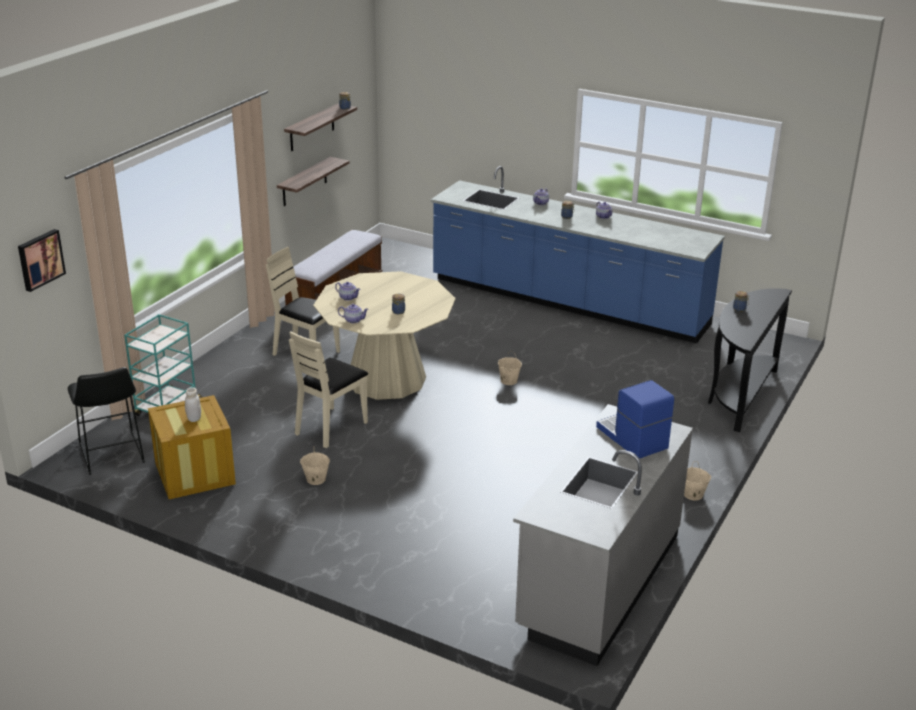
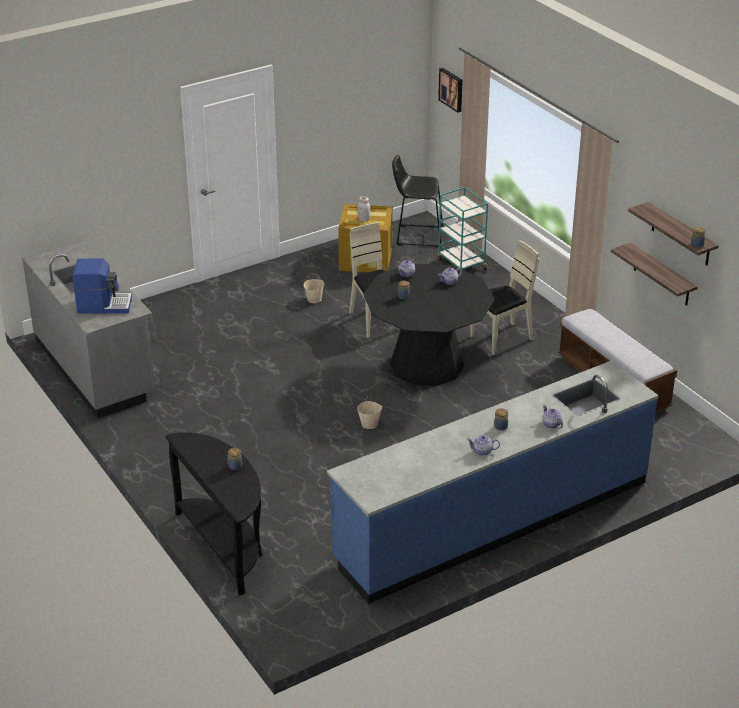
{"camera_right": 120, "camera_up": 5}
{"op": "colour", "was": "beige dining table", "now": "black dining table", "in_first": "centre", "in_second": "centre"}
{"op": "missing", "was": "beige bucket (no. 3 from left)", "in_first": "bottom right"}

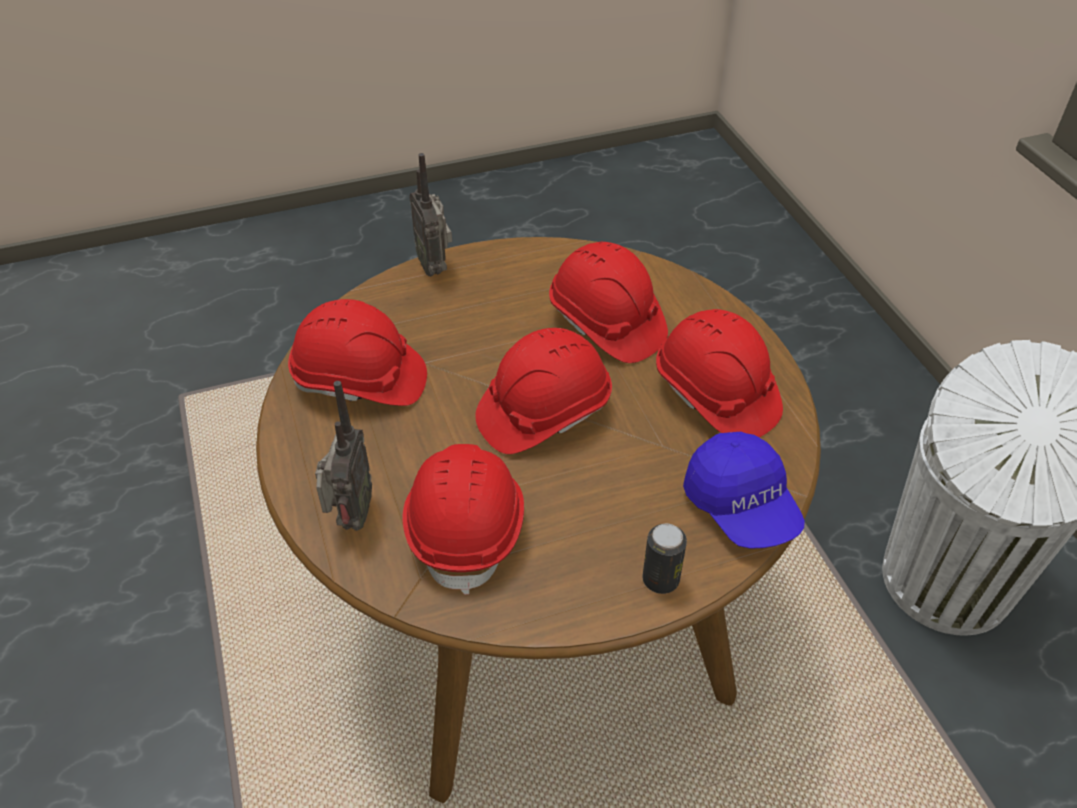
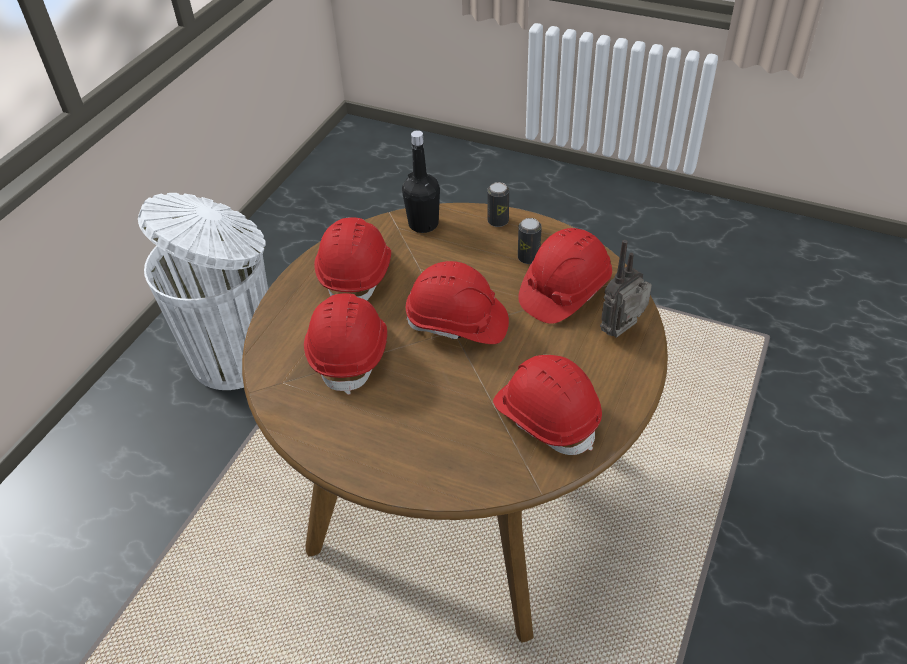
{"camera_right": -135, "camera_up": 0}
{"op": "missing", "was": "radio (no. 2 from left)", "in_first": "top centre"}
{"op": "exchanged", "was": "blue cap", "now": "black bottle", "in_first": "middle right", "in_second": "top centre"}
{"op": "appeared", "now": "can (no. 2 from left)", "in_second": "centre"}

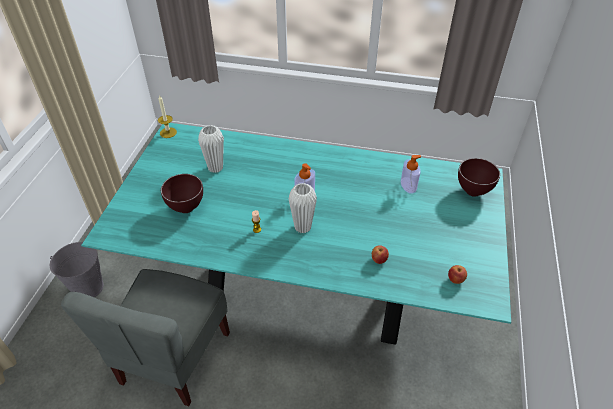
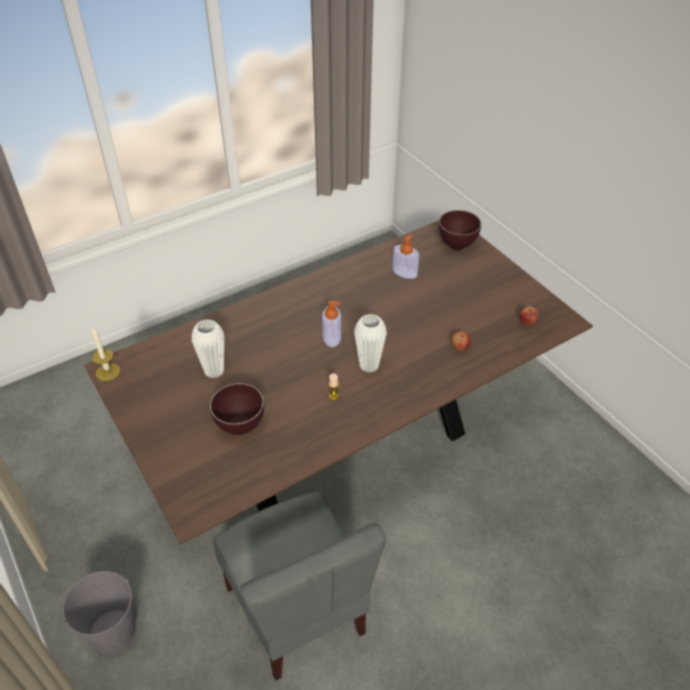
{"camera_right": -45, "camera_up": 0}
{"op": "colour", "was": "turquoise dining table", "now": "brown dining table", "in_first": "centre", "in_second": "centre"}

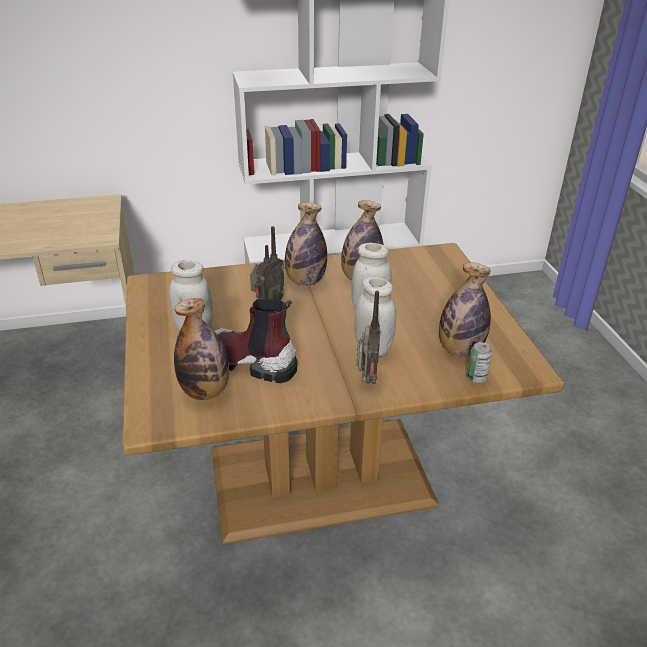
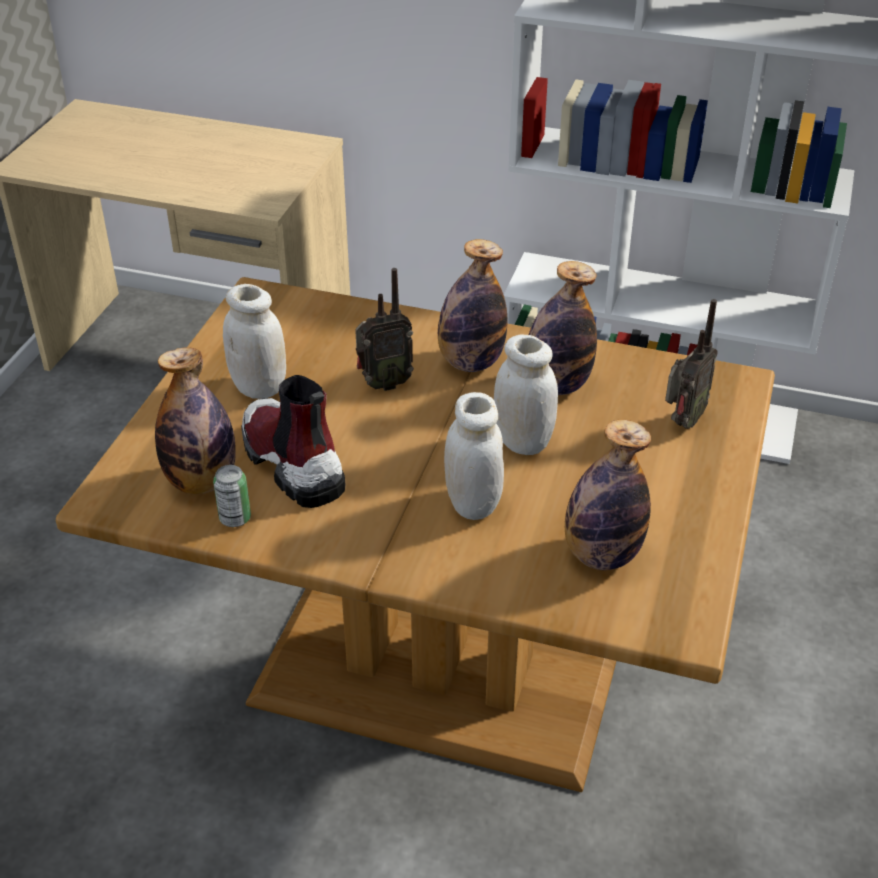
{"camera_right": 30, "camera_up": 5}
{"op": "relocated", "was": "radio (no. 2 from left)", "in_first": "centre", "in_second": "middle right"}
{"op": "relocated", "was": "can", "in_first": "middle right", "in_second": "middle left"}

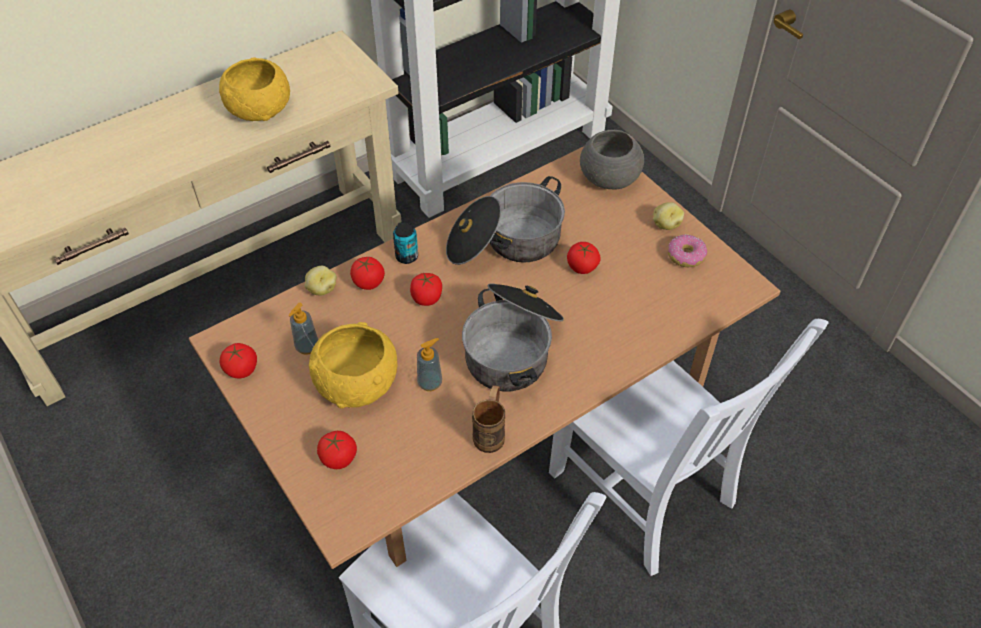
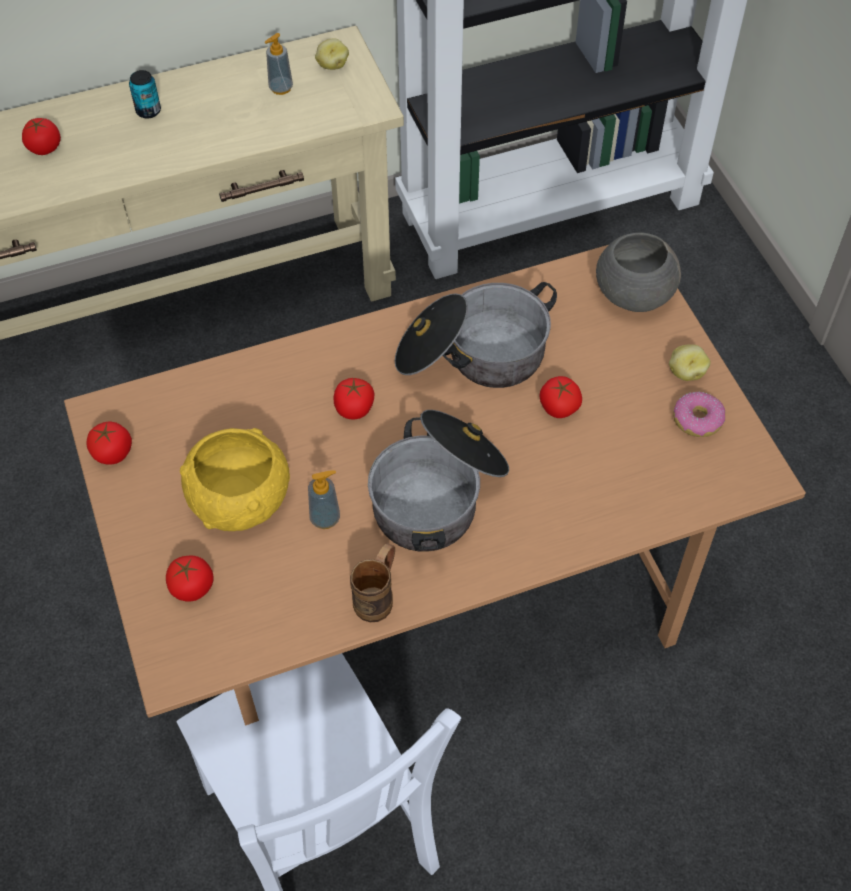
{"camera_right": 15, "camera_up": 5}
{"op": "missing", "was": "yellow bowl (no. 1 from left)", "in_first": "top left"}
{"op": "relocated", "was": "can", "in_first": "centre", "in_second": "top left"}
{"op": "relocated", "was": "tomato (no. 3 from left in the first image)", "now": "tomato (no. 1 from left)", "in_first": "centre", "in_second": "top left"}
{"op": "relocated", "was": "potato (no. 1 from left)", "in_first": "middle left", "in_second": "top centre"}
{"op": "relocated", "was": "soap dispenser (no. 1 from left)", "in_first": "middle left", "in_second": "top left"}
{"op": "missing", "was": "white chair (no. 2 from left)", "in_first": "bottom right"}

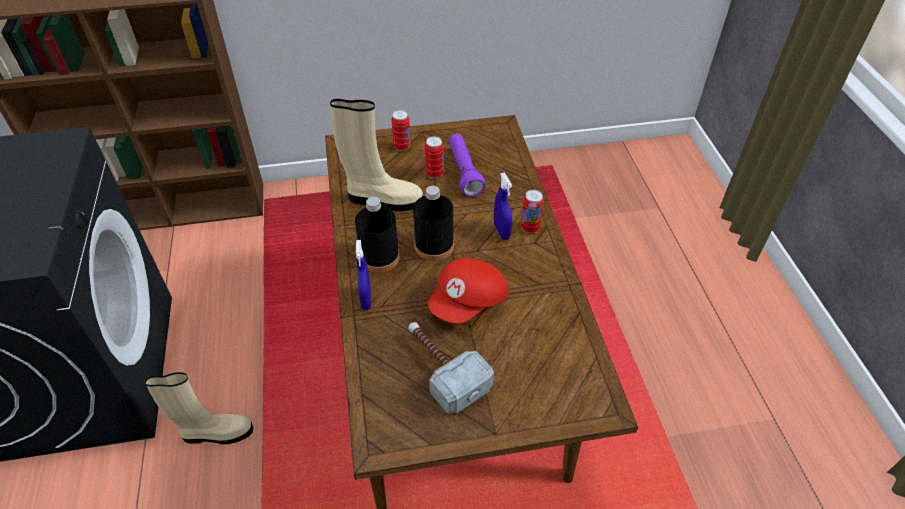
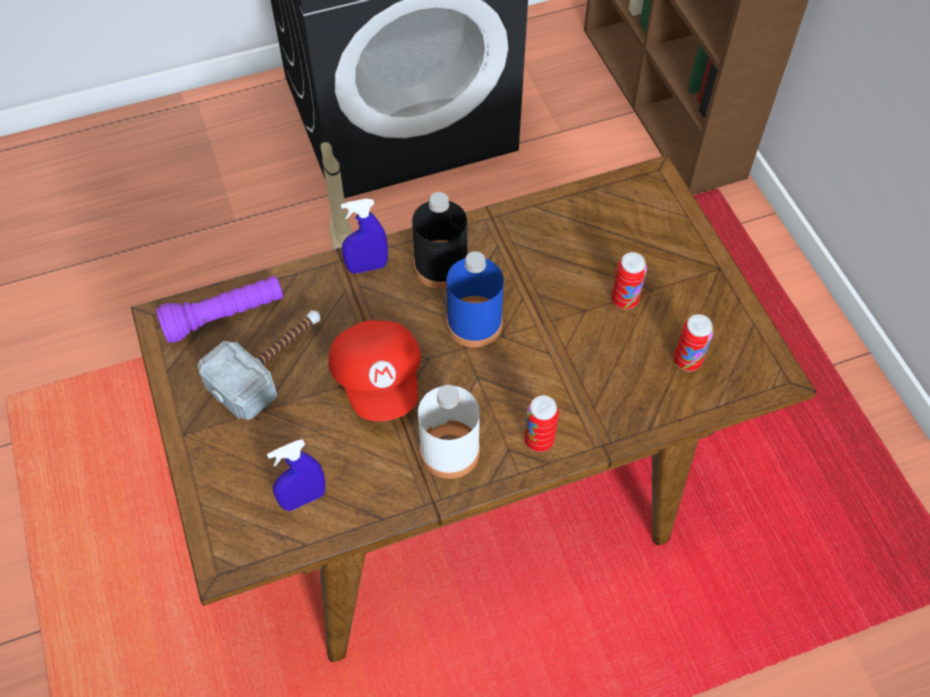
{"camera_right": 80, "camera_up": 10}
{"op": "missing", "was": "beige boot (no. 2 from left)", "in_first": "top centre"}
{"op": "relocated", "was": "can (no. 1 from left in the first image)", "now": "can (no. 3 from left)", "in_first": "top centre", "in_second": "middle right"}
{"op": "relocated", "was": "purple flashlight", "in_first": "top centre", "in_second": "middle left"}
{"op": "relocated", "was": "blue spray bottle (no. 2 from left in the first image)", "now": "blue spray bottle (no. 1 from left)", "in_first": "centre", "in_second": "bottom left"}
{"op": "colour", "was": "black bottle (no. 2 from left)", "now": "blue bottle", "in_first": "centre", "in_second": "centre"}
{"op": "spun", "was": "red cap", "in_first": "centre", "in_second": "centre", "clockwise": -135}
{"op": "appeared", "now": "white bottle", "in_second": "centre"}

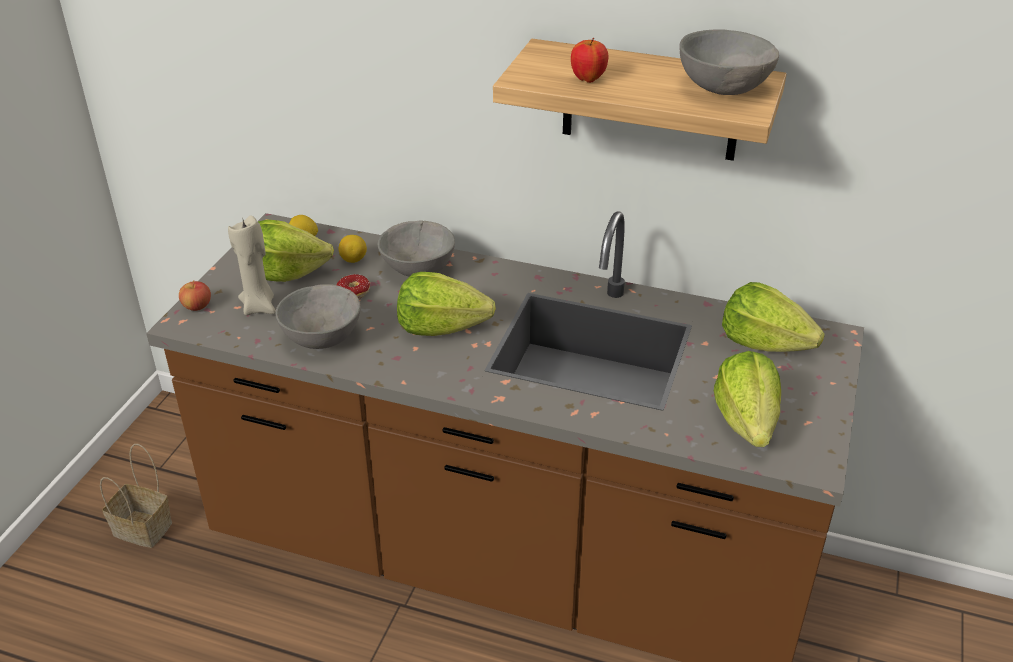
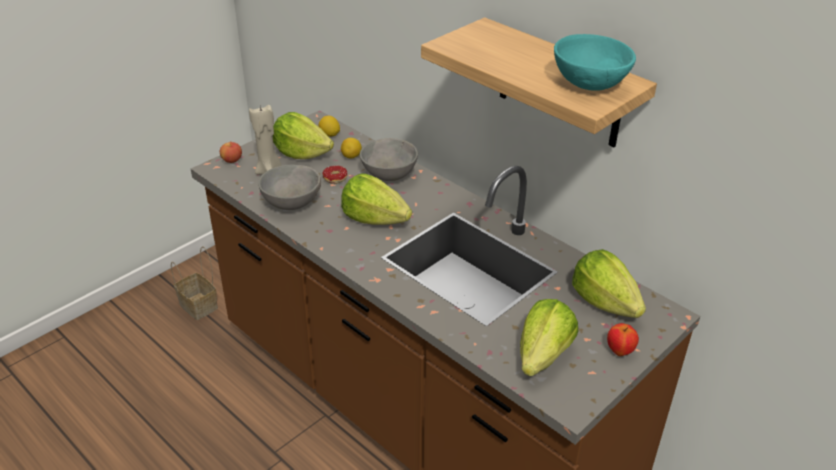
{"camera_right": 25, "camera_up": 0}
{"op": "colour", "was": "grey bowl (no. 3 from left)", "now": "turquoise bowl", "in_first": "top right", "in_second": "top right"}
{"op": "relocated", "was": "apple (no. 2 from left)", "in_first": "top centre", "in_second": "bottom right"}

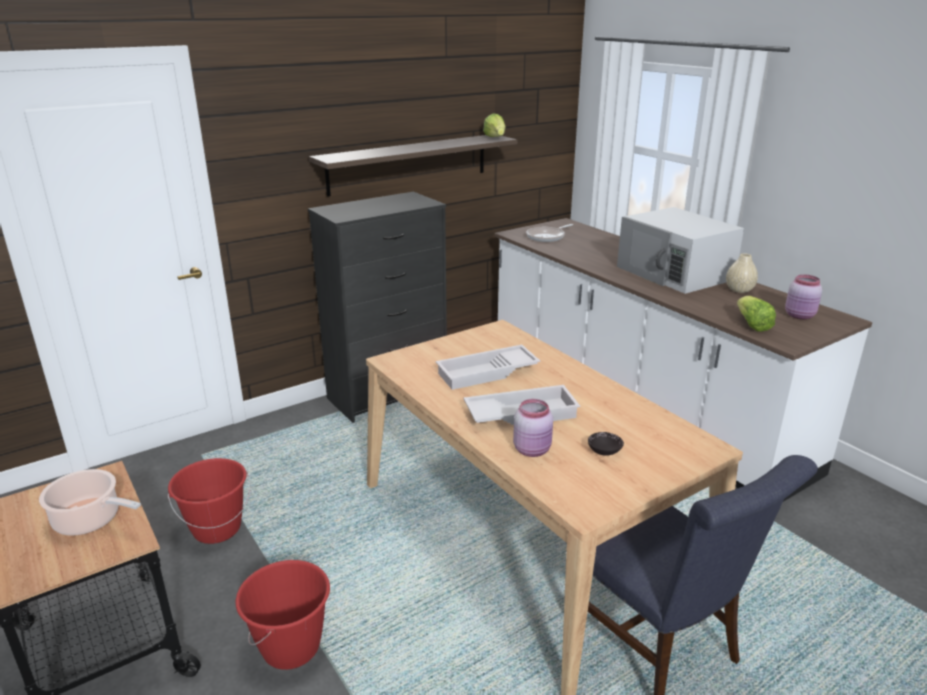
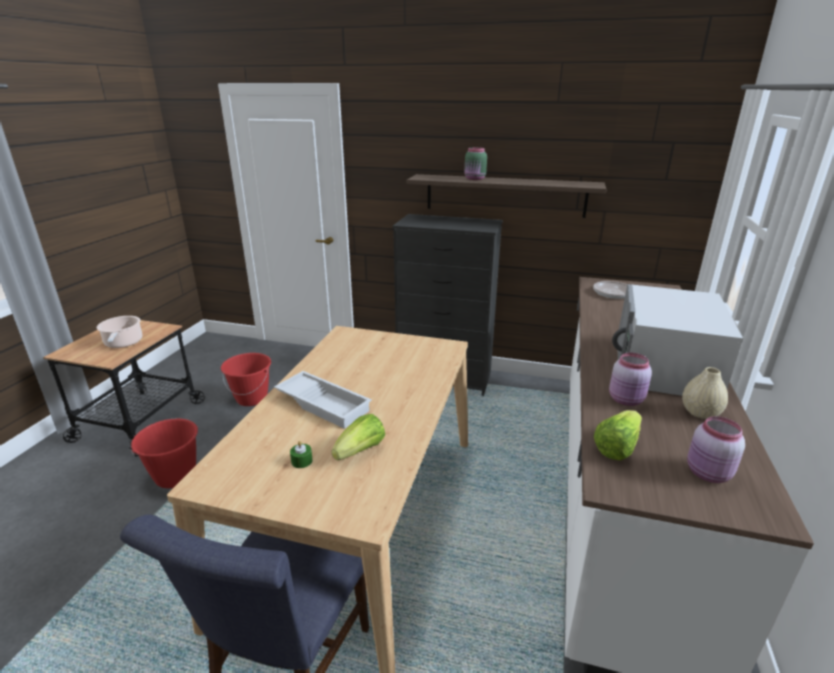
{"camera_right": 50, "camera_up": 0}
{"op": "relocated", "was": "lettuce (no. 1 from left)", "in_first": "top centre", "in_second": "centre"}
{"op": "missing", "was": "white tray (no. 1 from left)", "in_first": "centre"}
{"op": "relocated", "was": "pink jar (no. 1 from left)", "in_first": "centre", "in_second": "middle right"}
{"op": "exchanged", "was": "black bowl", "now": "green candle", "in_first": "centre", "in_second": "bottom centre"}
{"op": "appeared", "now": "green jar", "in_second": "top centre"}

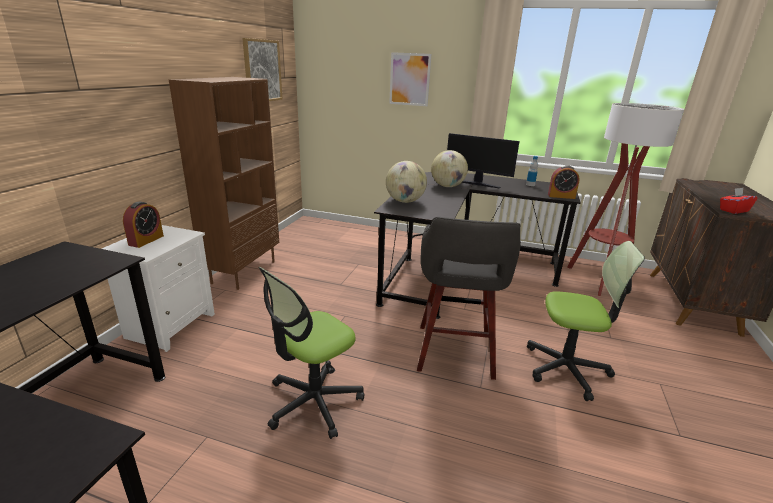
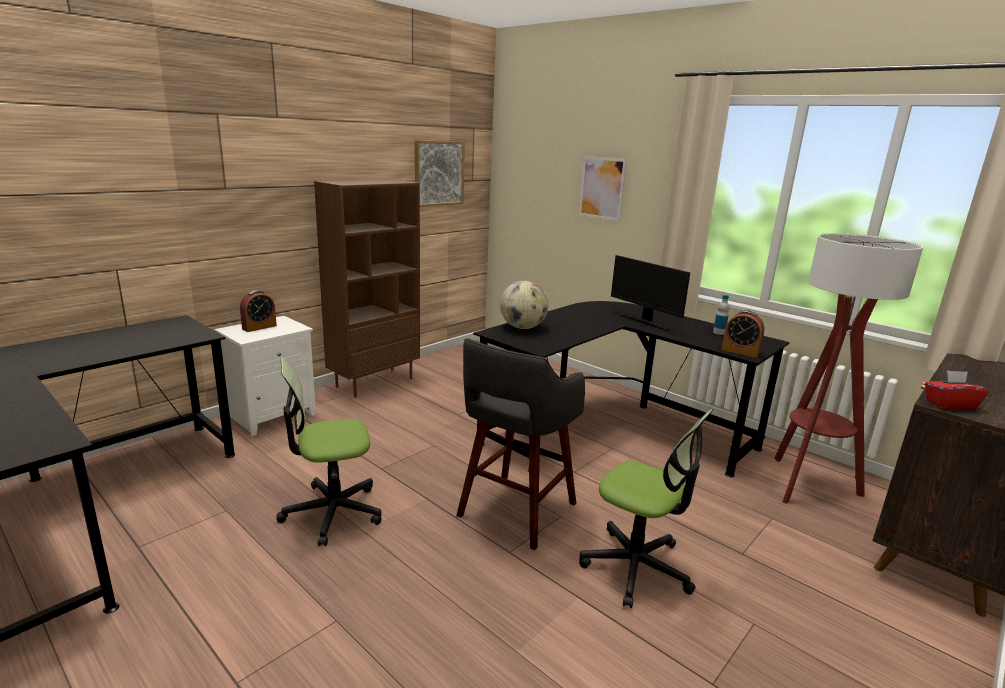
{"camera_right": 25, "camera_up": -5}
{"op": "missing", "was": "globe (no. 2 from left)", "in_first": "centre"}

